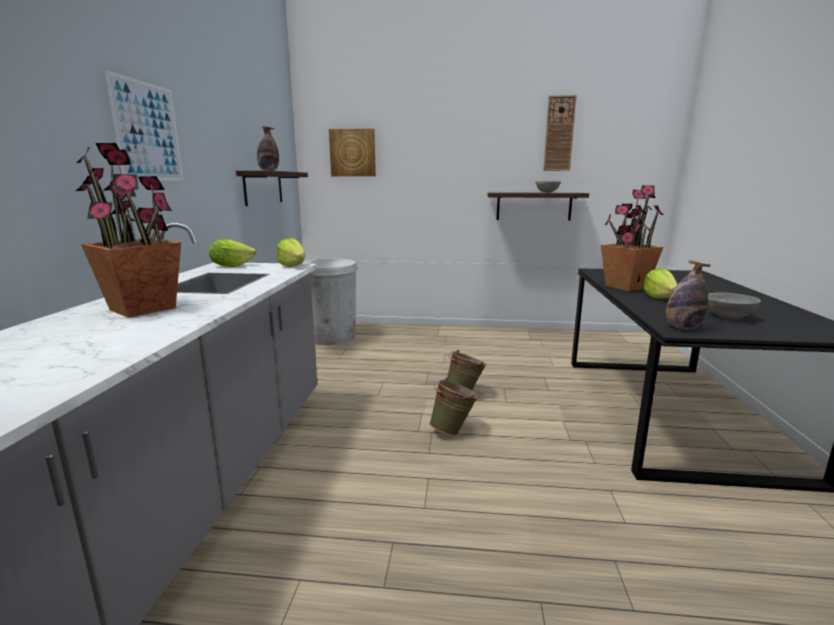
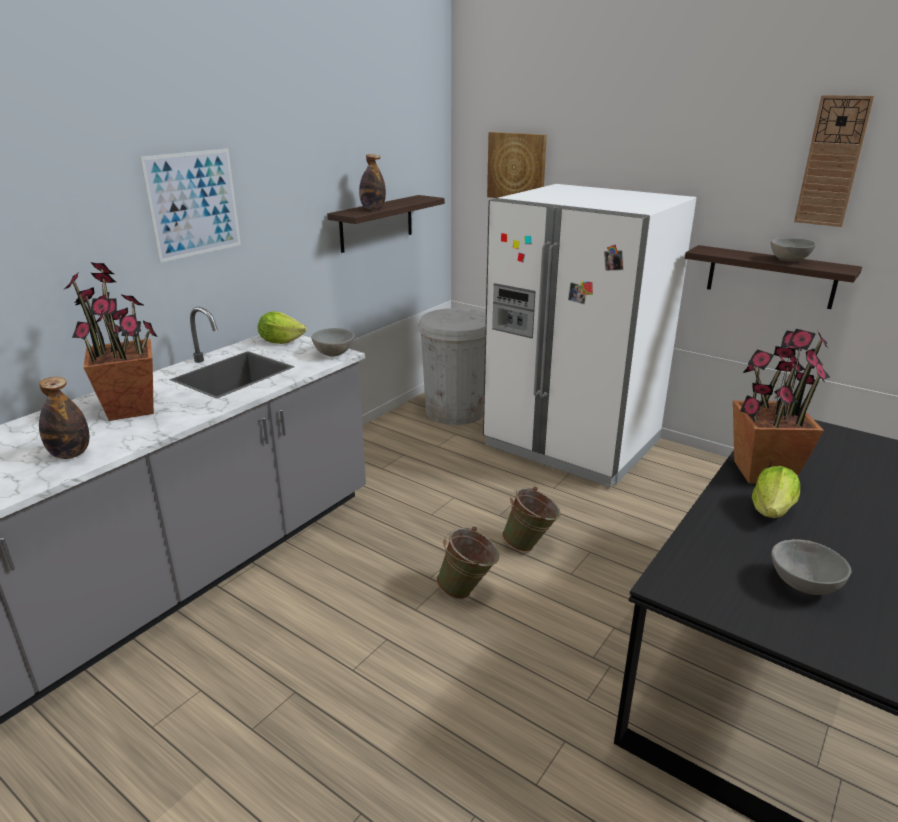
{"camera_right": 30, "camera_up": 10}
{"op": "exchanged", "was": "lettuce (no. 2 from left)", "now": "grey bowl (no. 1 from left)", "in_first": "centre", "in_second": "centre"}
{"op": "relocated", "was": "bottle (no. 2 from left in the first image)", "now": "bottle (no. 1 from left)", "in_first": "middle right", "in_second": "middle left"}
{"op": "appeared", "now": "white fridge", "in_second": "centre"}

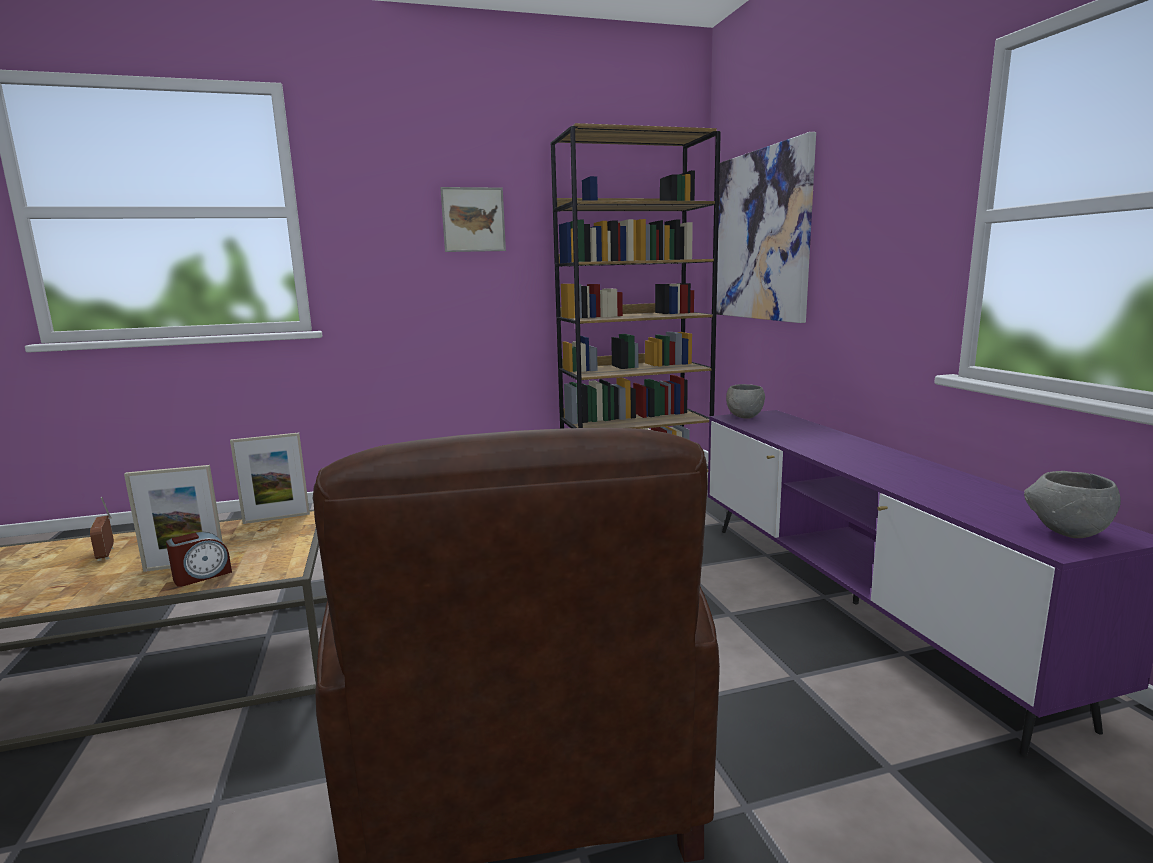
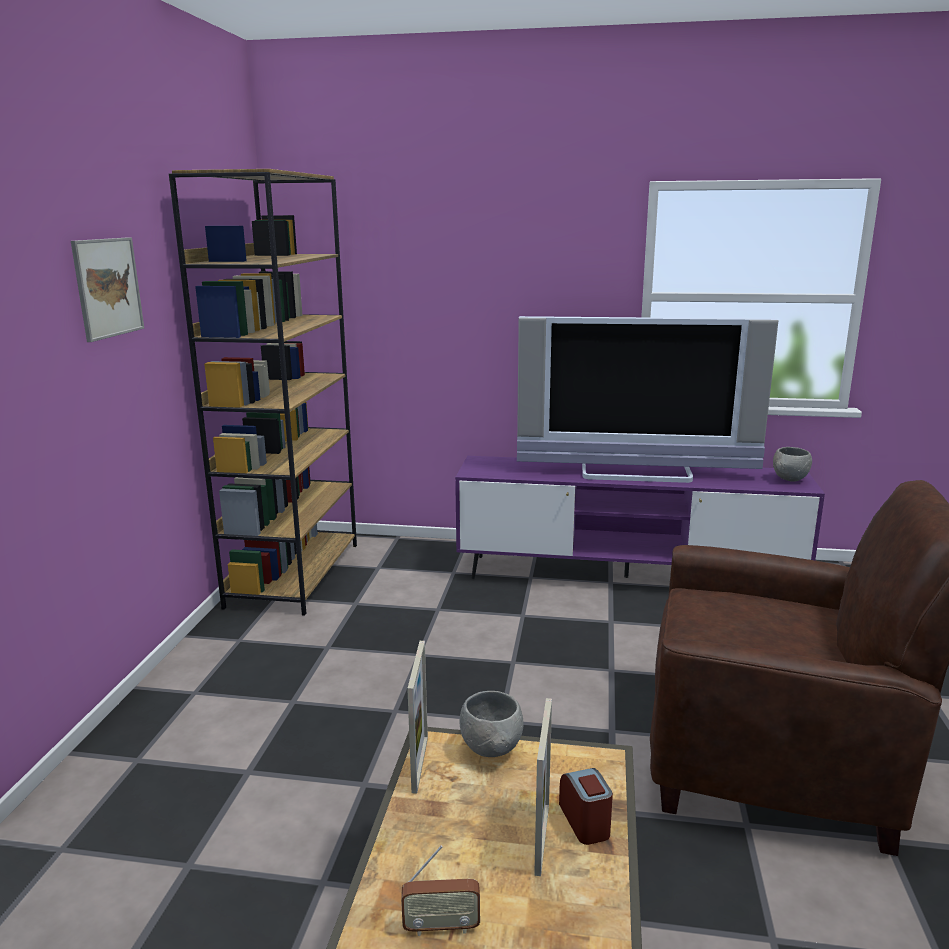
{"camera_right": -65, "camera_up": 5}
{"op": "missing", "was": "picture (no. 2 from left)", "in_first": "top centre"}
{"op": "relocated", "was": "grey bowl (no. 1 from left)", "in_first": "centre", "in_second": "bottom centre"}
{"op": "appeared", "now": "television", "in_second": "middle right"}

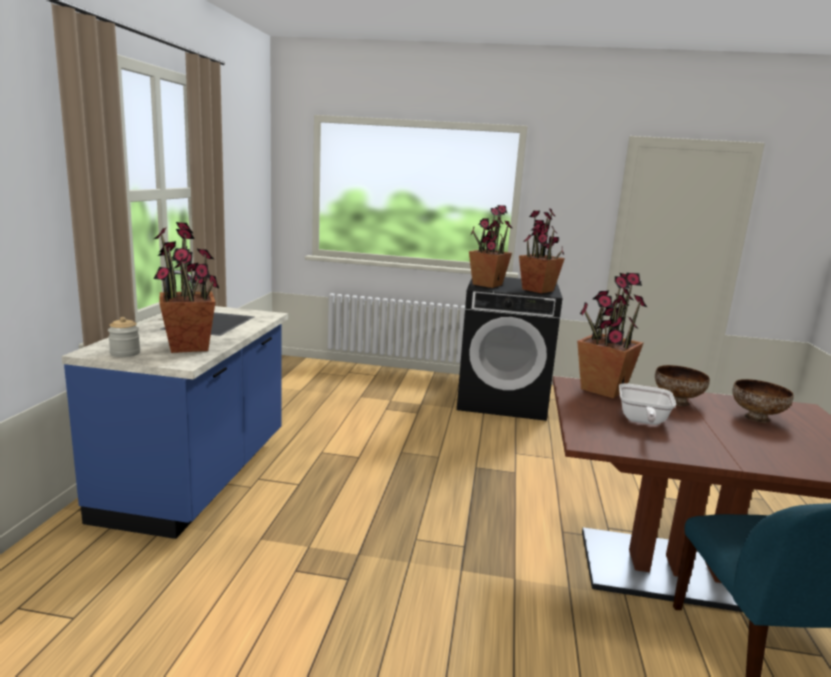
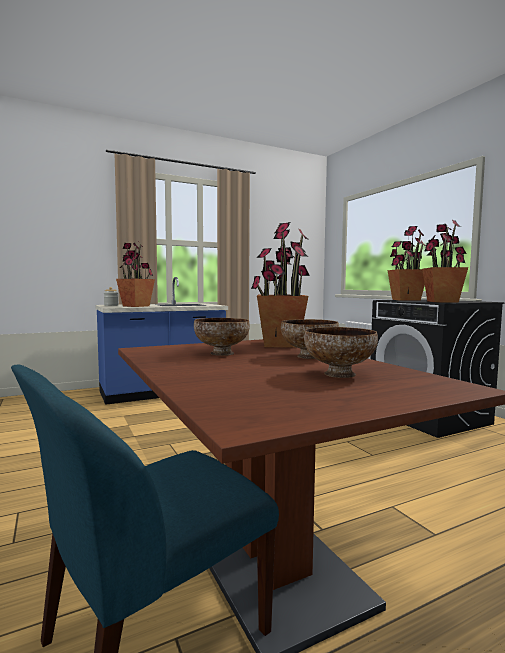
{"camera_right": 55, "camera_up": -10}
{"op": "exchanged", "was": "frying pan", "now": "bowl (no. 1 from left)", "in_first": "middle right", "in_second": "centre"}

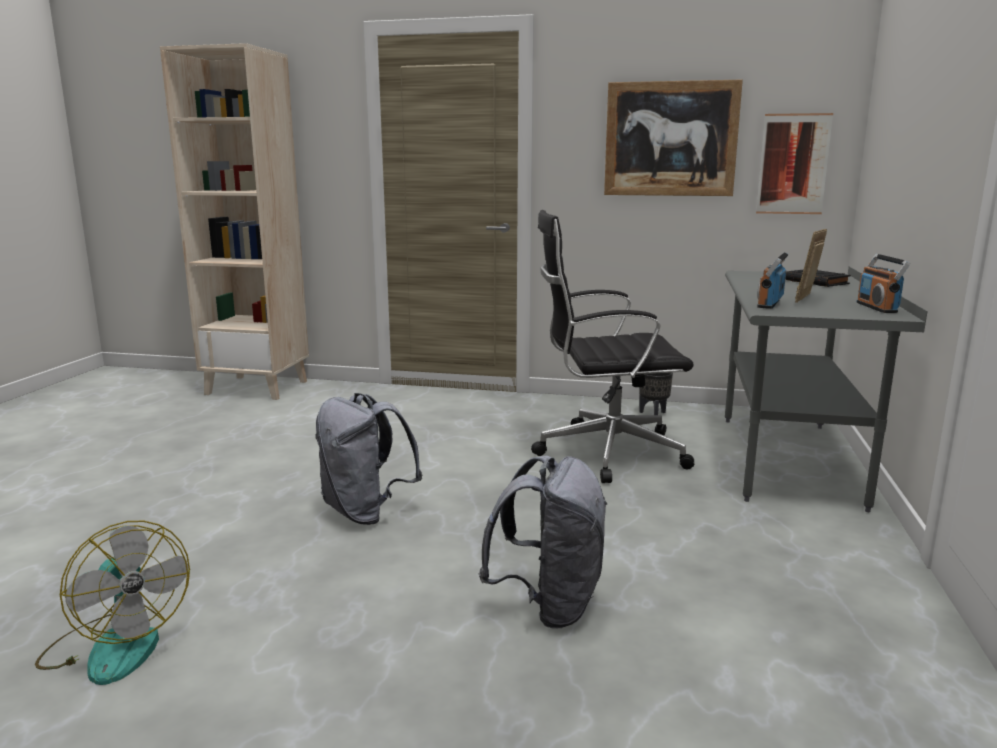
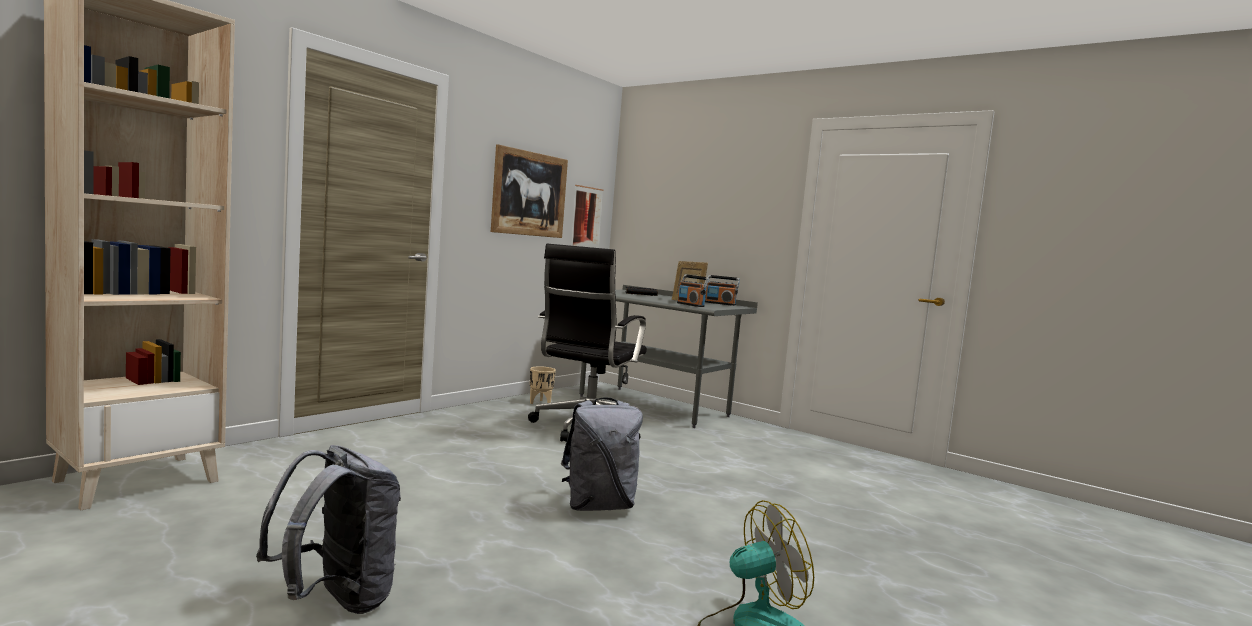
{"camera_right": -65, "camera_up": -10}
{"op": "colour", "was": "black planter", "now": "beige planter", "in_first": "centre", "in_second": "centre"}
{"op": "relocated", "was": "grey backpack (no. 2 from left in the first image)", "now": "grey backpack (no. 1 from left)", "in_first": "bottom centre", "in_second": "bottom left"}

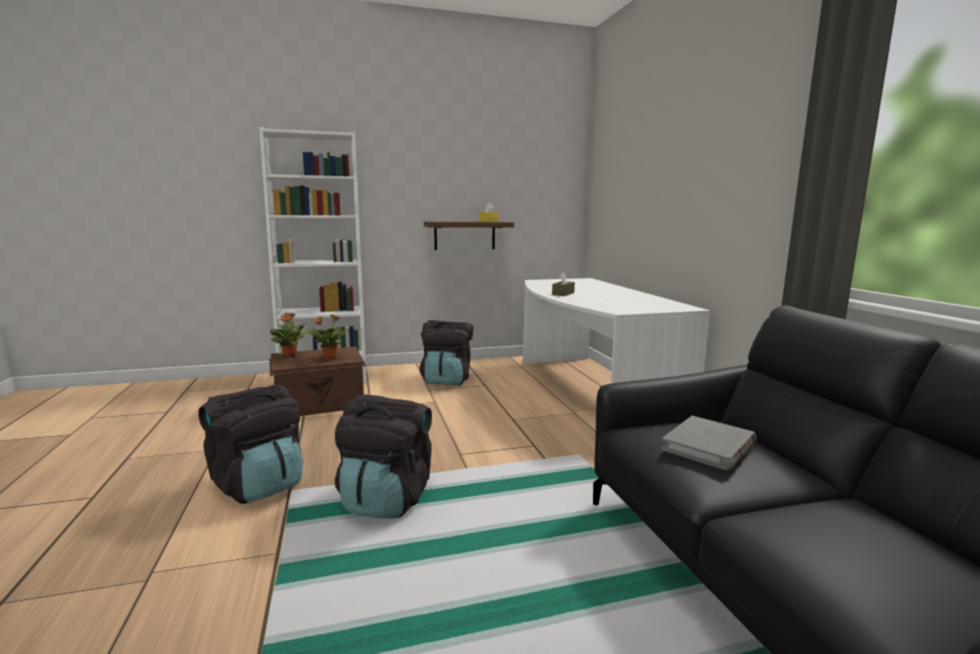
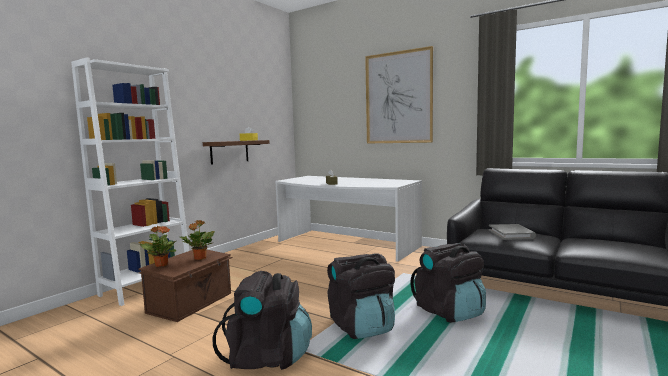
{"camera_right": -40, "camera_up": -5}
{"op": "relocated", "was": "black backpack (no. 3 from left)", "in_first": "centre", "in_second": "bottom right"}
{"op": "appeared", "now": "picture", "in_second": "top centre"}

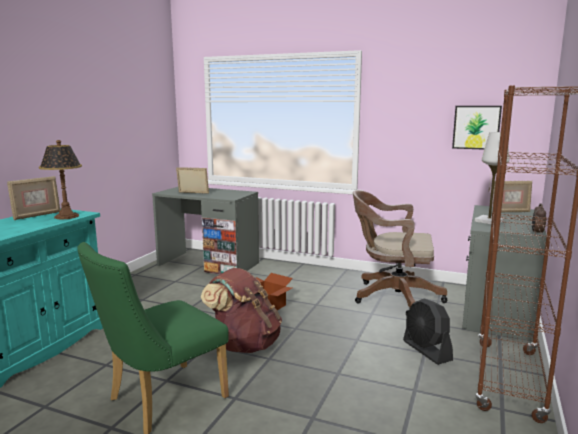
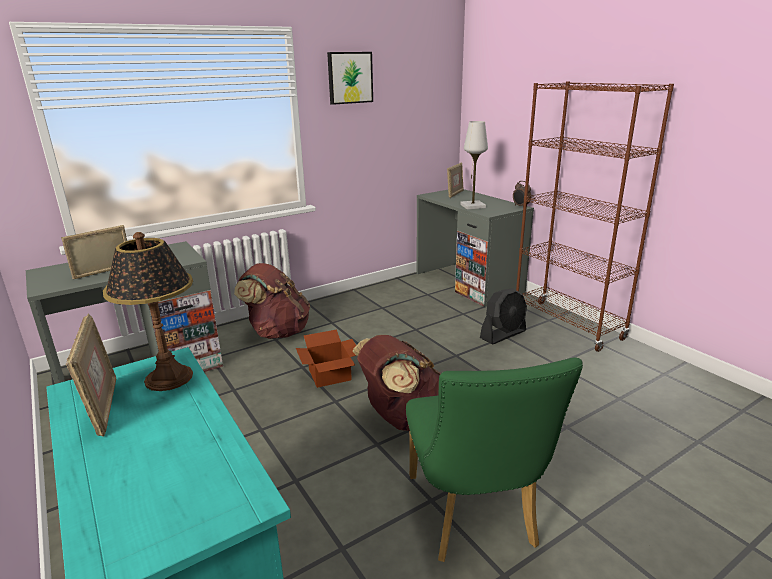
{"camera_right": -55, "camera_up": 10}
{"op": "relocated", "was": "picture", "in_first": "top right", "in_second": "top centre"}
{"op": "missing", "was": "brown office chair", "in_first": "middle right"}
{"op": "spun", "was": "black fan", "in_first": "bottom right", "in_second": "centre", "clockwise": -45}
{"op": "appeared", "now": "brown backpack (no. 1 from left)", "in_second": "centre"}

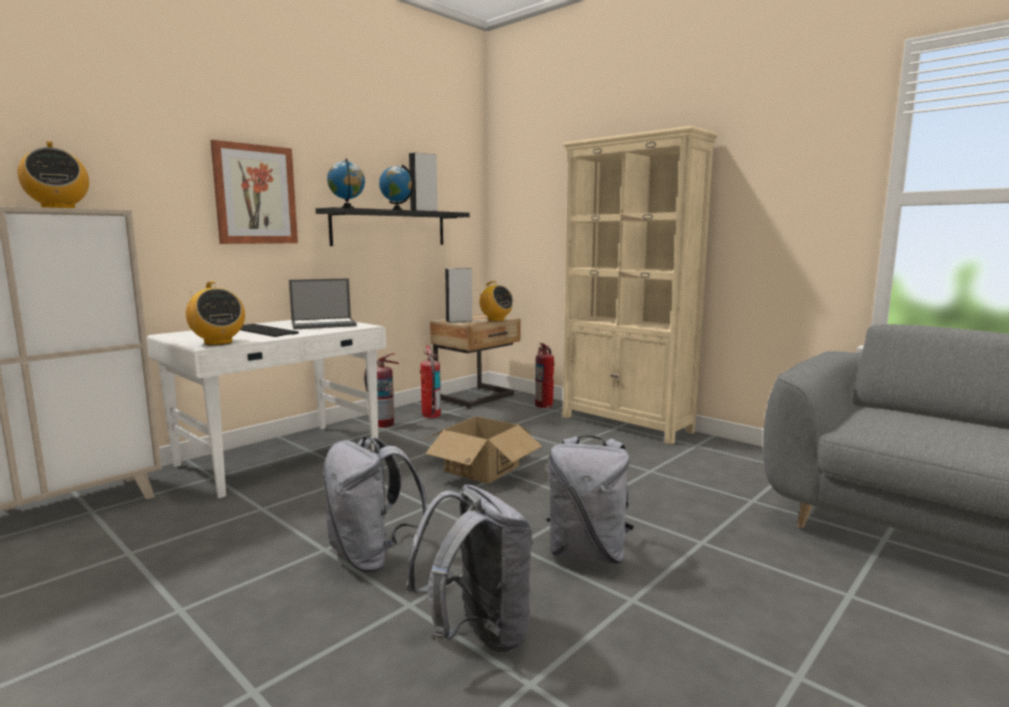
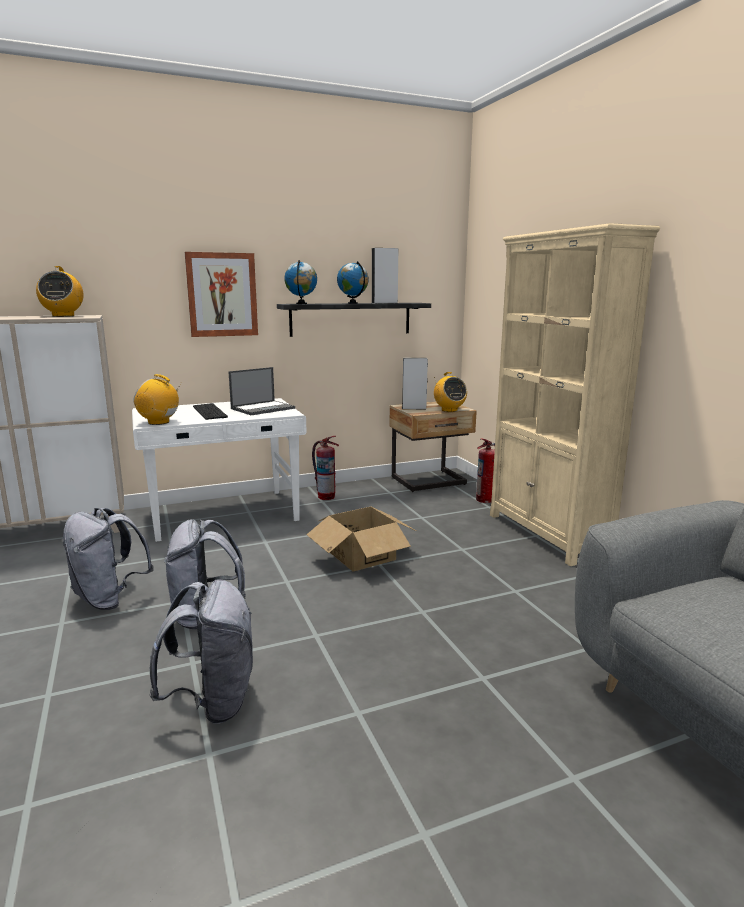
{"camera_right": 25, "camera_up": 5}
{"op": "spun", "was": "laptop", "in_first": "middle left", "in_second": "centre", "clockwise": -45}
{"op": "spun", "was": "radio (no. 2 from left)", "in_first": "middle left", "in_second": "middle left", "clockwise": 120}
{"op": "missing", "was": "fire extinguisher (no. 2 from left)", "in_first": "centre"}
{"op": "relocated", "was": "grey backpack (no. 3 from left in the first image)", "now": "grey backpack (no. 1 from left)", "in_first": "bottom centre", "in_second": "middle left"}

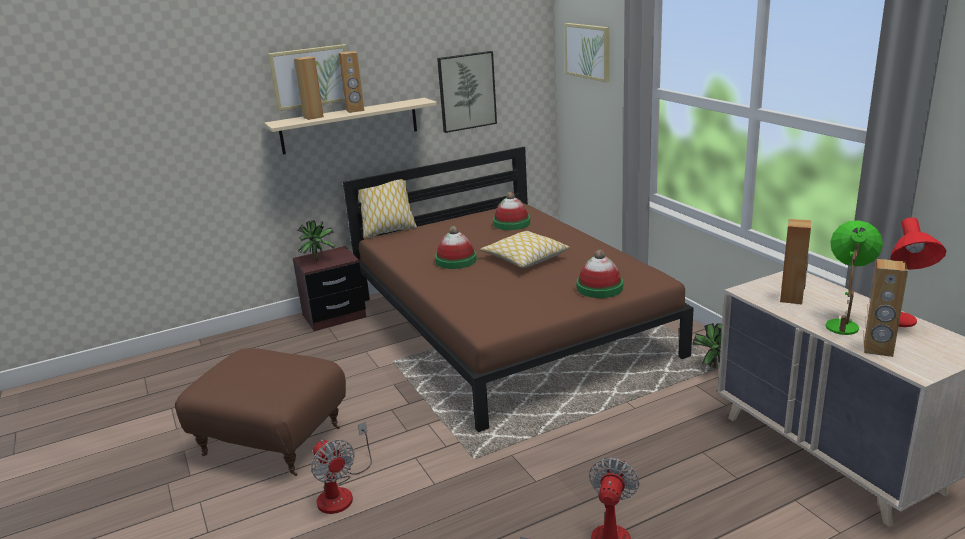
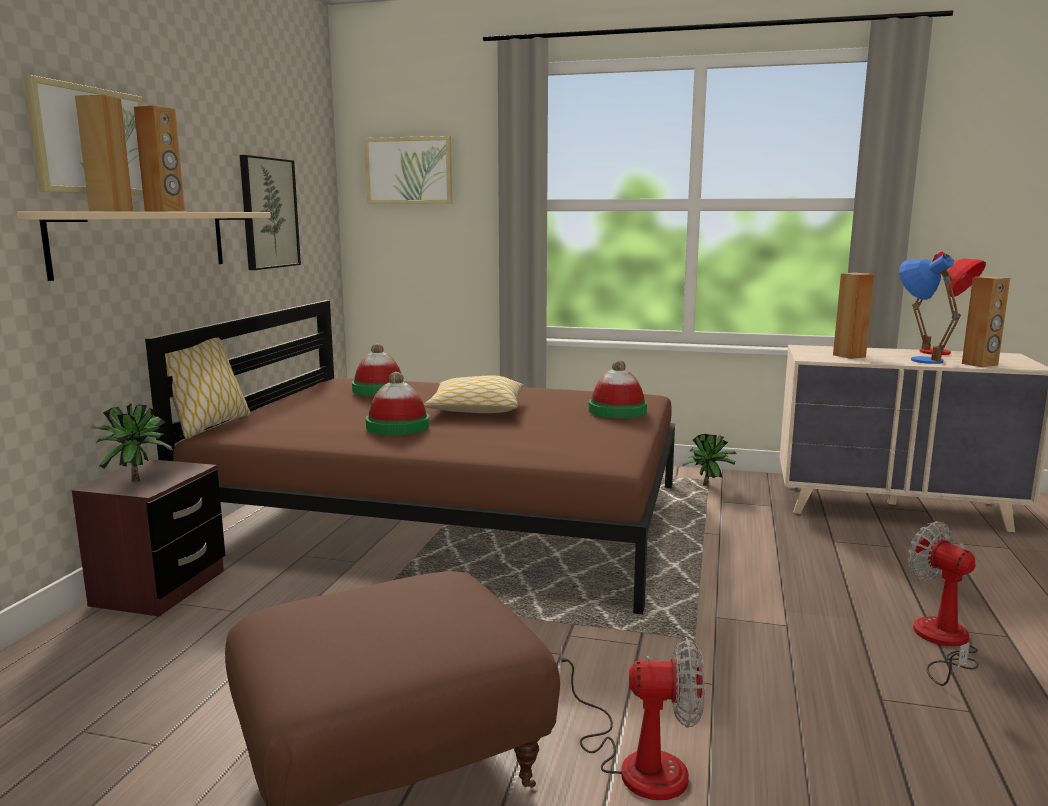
{"camera_right": -50, "camera_up": -10}
{"op": "colour", "was": "green table lamp", "now": "blue table lamp", "in_first": "middle right", "in_second": "middle right"}

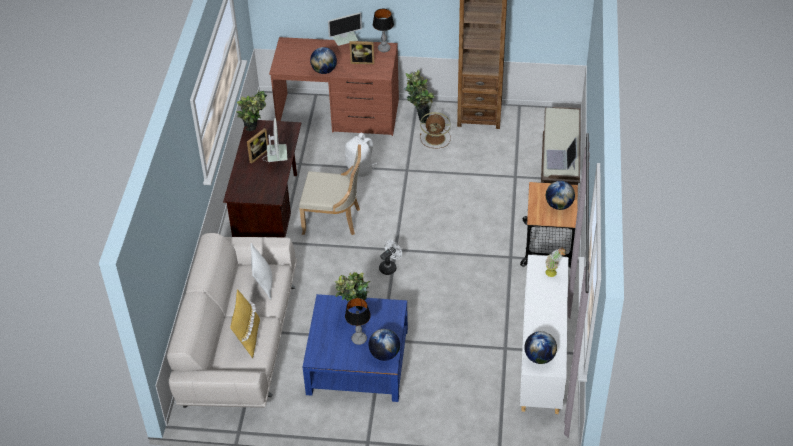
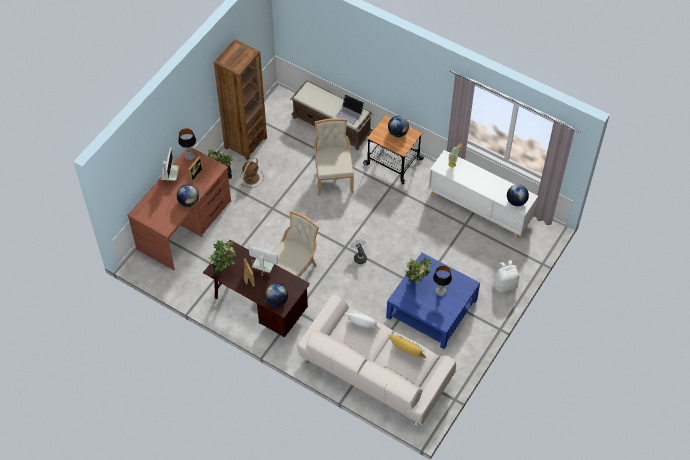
{"camera_right": -65, "camera_up": 10}
{"op": "relocated", "was": "white backpack", "in_first": "centre", "in_second": "middle right"}
{"op": "relocated", "was": "globe (no. 2 from left)", "in_first": "bottom centre", "in_second": "centre"}
{"op": "appeared", "now": "beige chair (no. 2 from left)", "in_second": "centre"}

